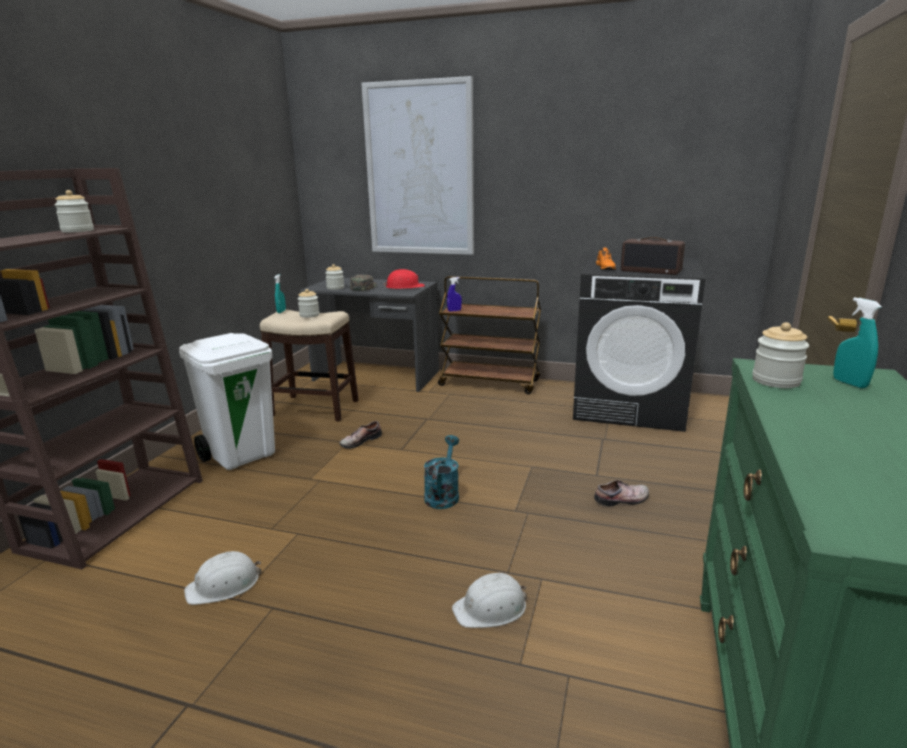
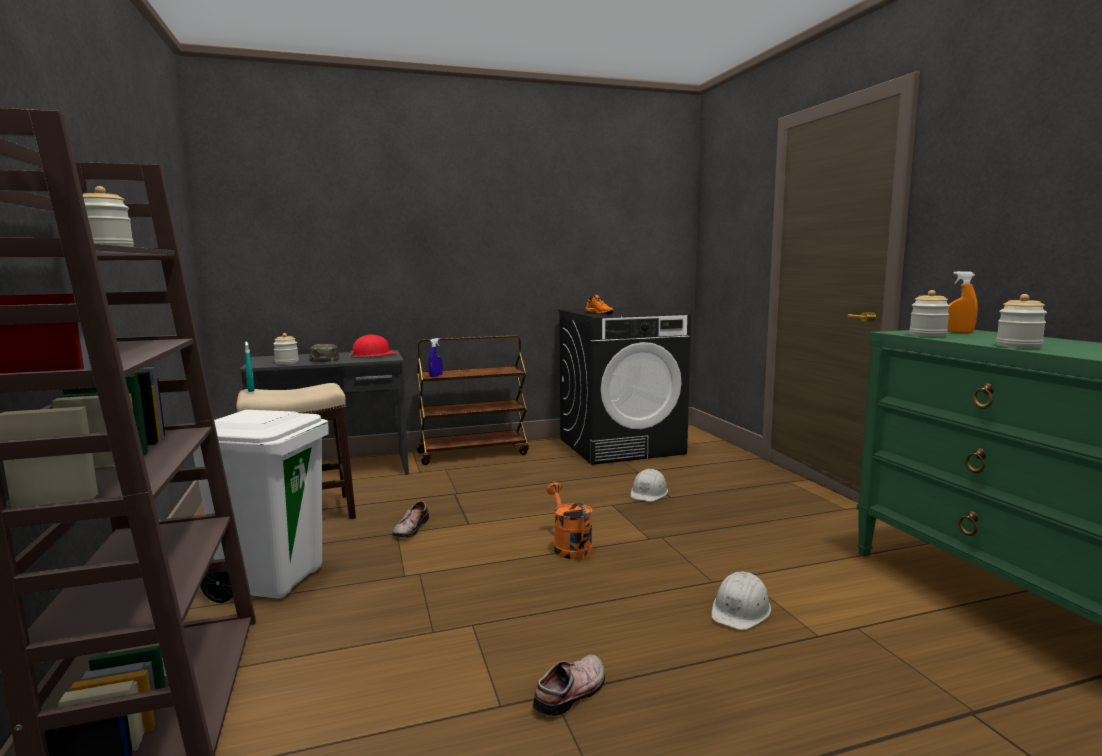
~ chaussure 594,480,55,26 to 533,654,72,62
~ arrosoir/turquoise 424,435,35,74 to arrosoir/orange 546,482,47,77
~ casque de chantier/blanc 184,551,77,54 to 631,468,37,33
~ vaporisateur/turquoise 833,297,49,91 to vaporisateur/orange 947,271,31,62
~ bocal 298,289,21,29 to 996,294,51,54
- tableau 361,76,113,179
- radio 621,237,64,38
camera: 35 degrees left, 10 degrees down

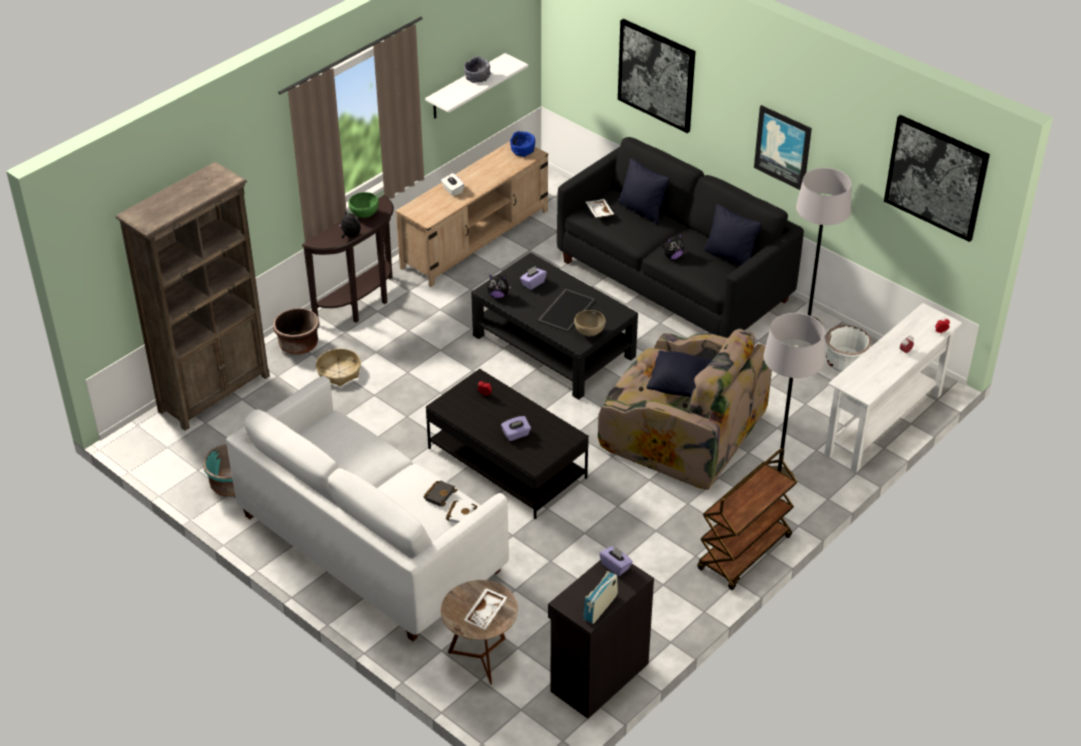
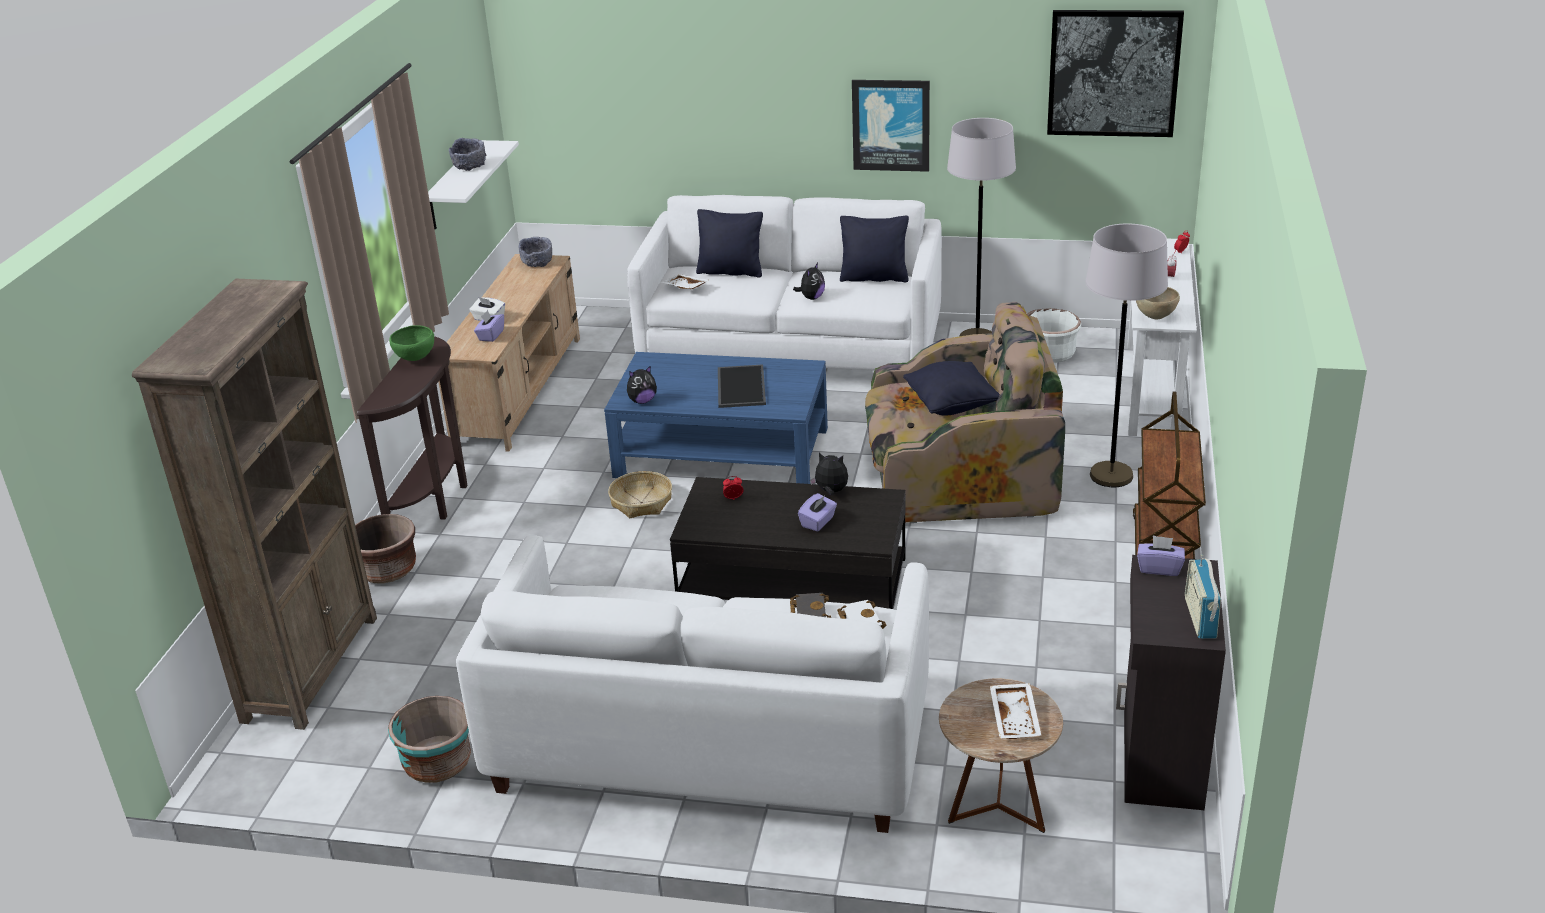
~ boîte à mouchoirs/violet 520,266,27,24 to 474,310,30,32
~ bol/bleu 510,131,25,26 to bol/gris 519,237,33,30
~ table basse/noir 471,253,167,147 to table basse/bleu 604,352,224,132
~ panier 316,348,45,38 to 608,471,64,47
~ canapé/noir 557,137,247,201 to canapé/blanc 627,195,315,175
~ peluche 338,210,23,28 to 810,452,38,44
~ bol/marron 574,310,32,26 to 1136,287,44,32
- tableau 618,19,77,114
camera: 30 degrees left, 10 degrees down

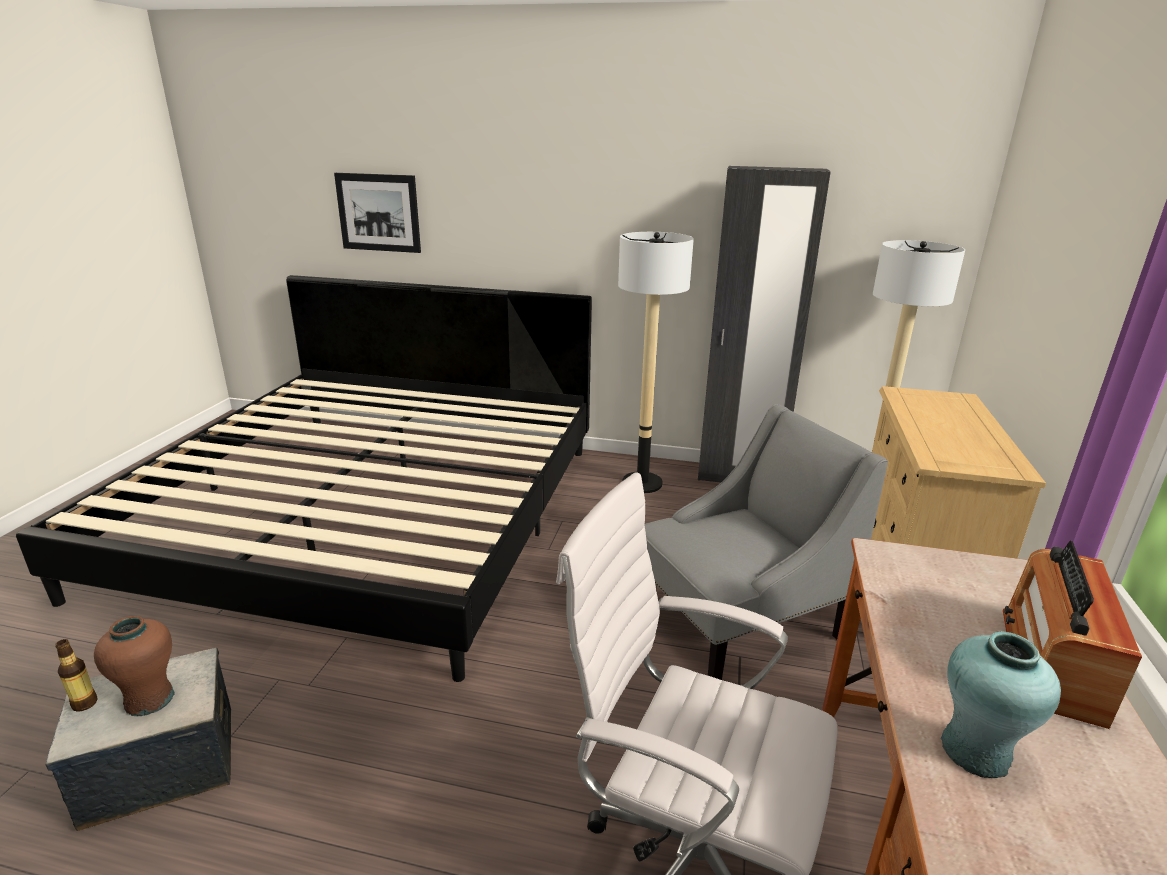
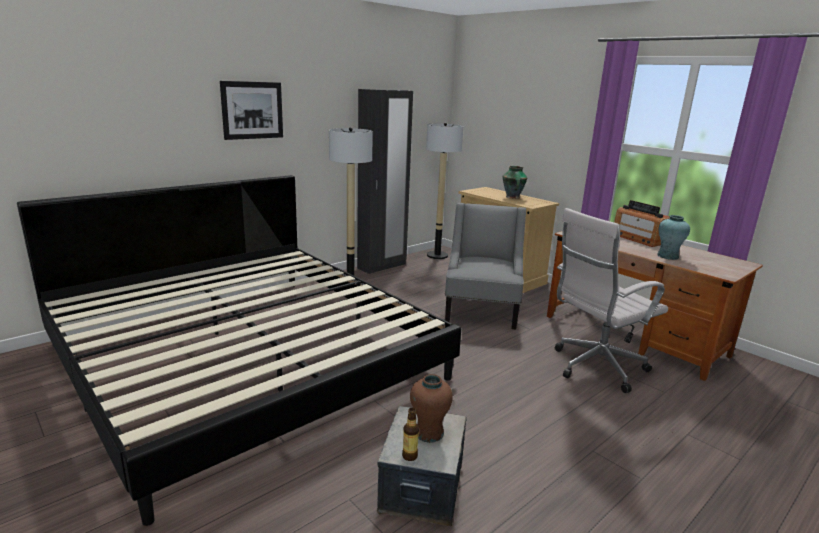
~ tableau 334,173,87,80 to 220,81,63,59
+ vase 503,166,24,33
camera: 55 degrees left, 5 degrees down

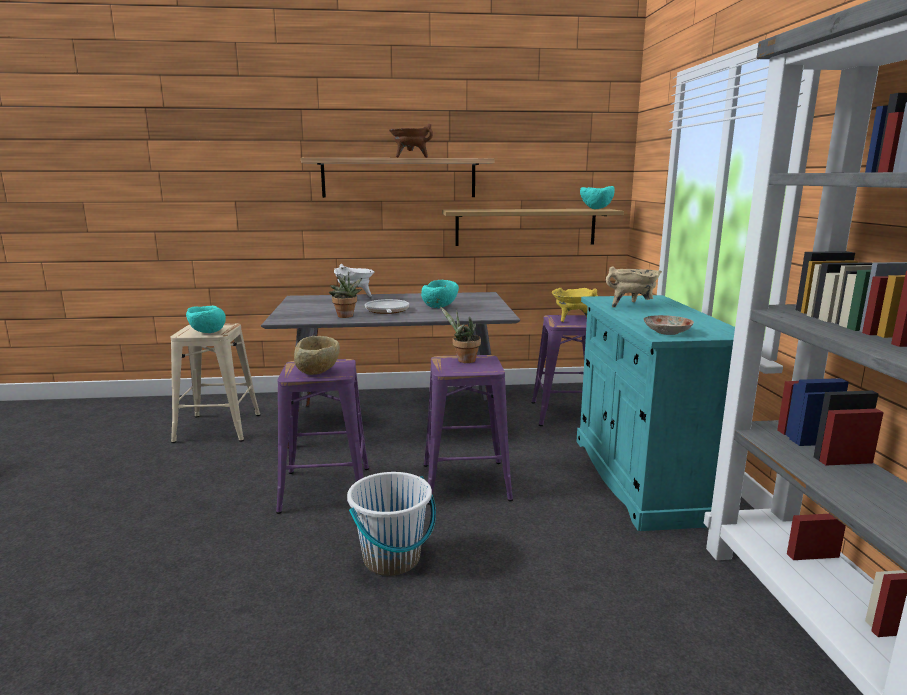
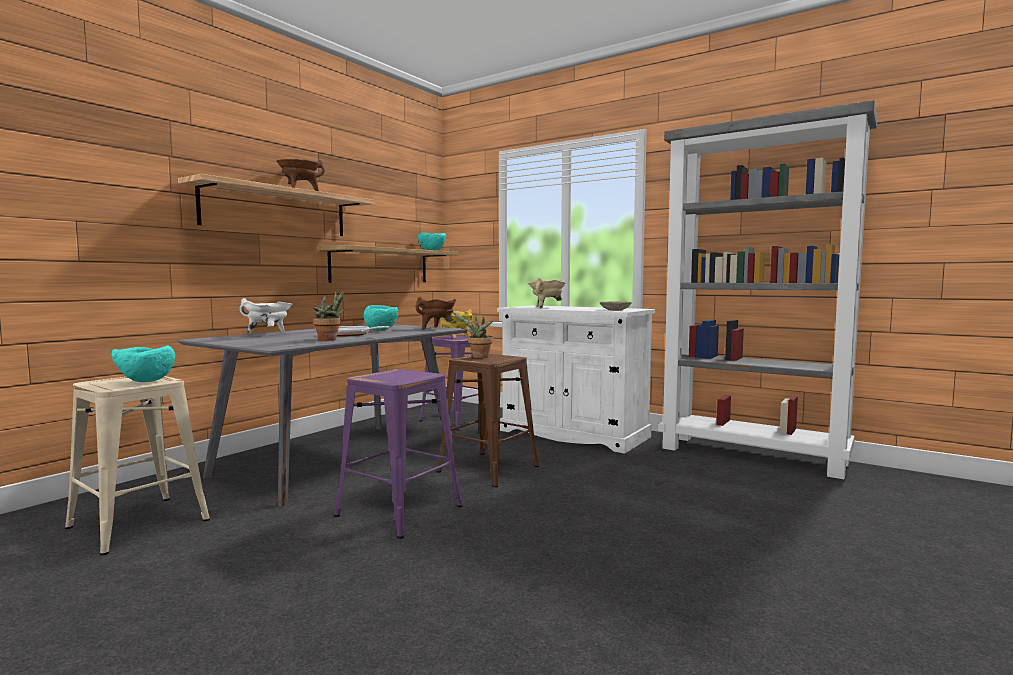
+ marmite/marron 415,297,41,33
~ tabouret/violet 424,355,89,150 to tabouret/marron 437,354,102,134
~ meuble de rangement/turquoise 576,295,159,236 to meuble de rangement/blanc 497,305,158,149
- bol/beige 294,336,46,39
- seau/blanc 347,472,89,104
camera: 50 degrees left, 10 degrees down

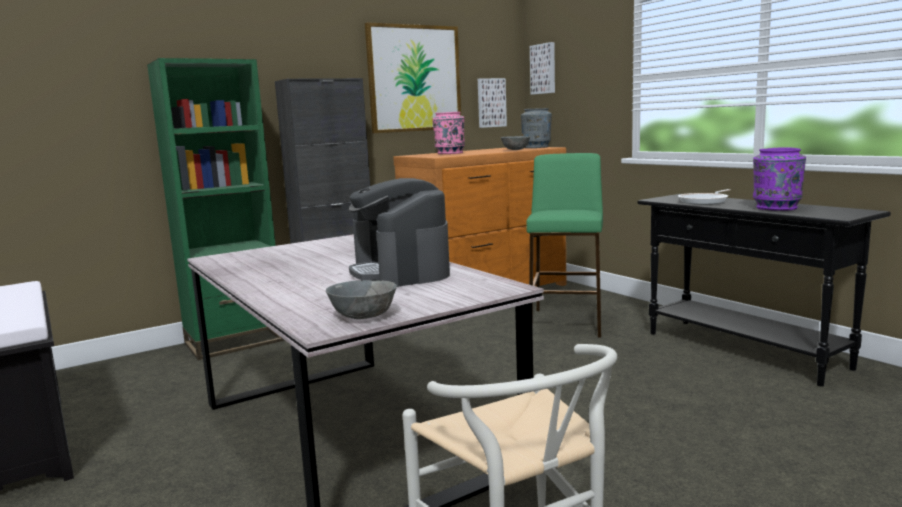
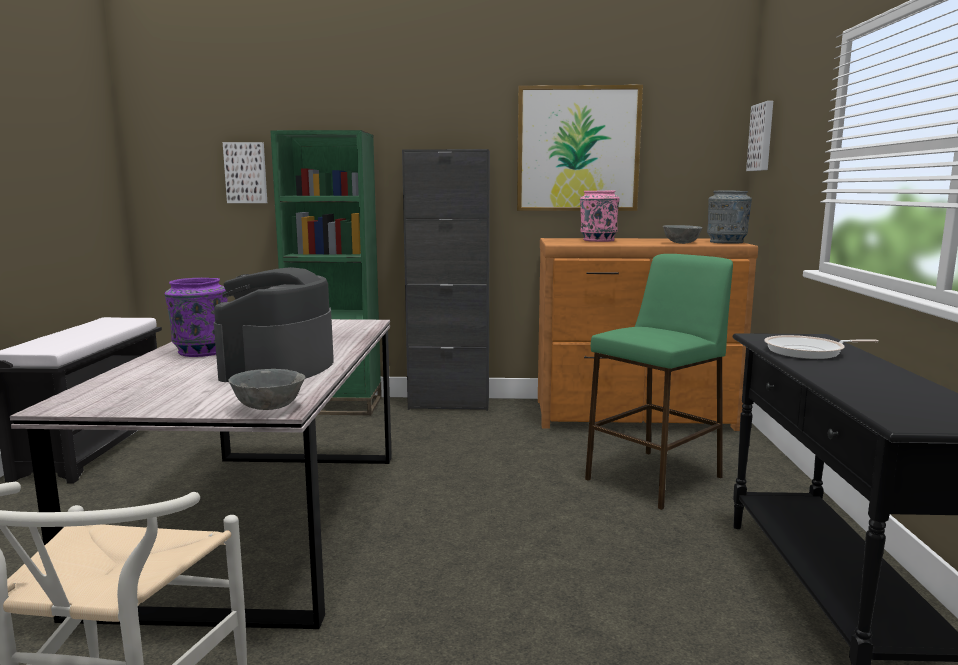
~ vase/violet 753,147,53,64 to 165,278,63,79
~ tableau 478,78,29,50 to 223,142,44,61
~ bol/gris 326,280,71,39 to 229,369,77,41
camera: 35 degrees right, 0 degrees up

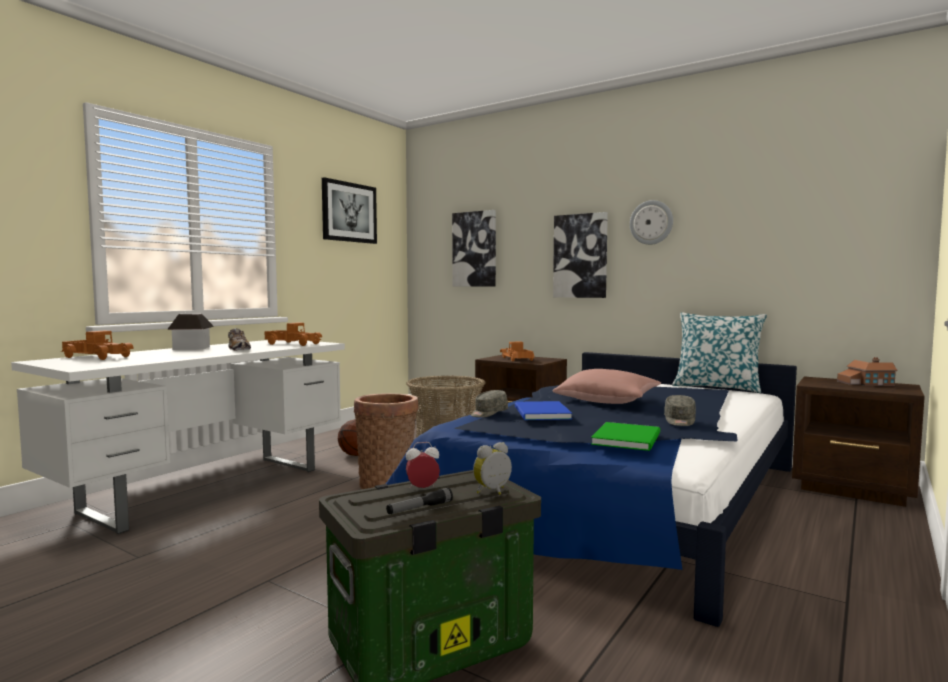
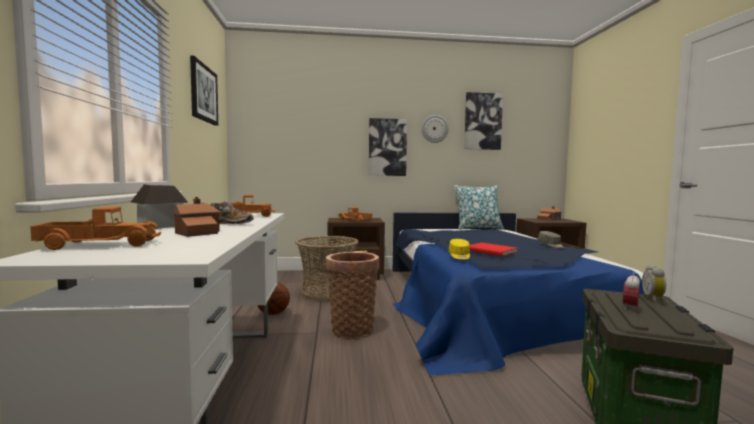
+ maison miniature 172,197,49,40
~ casquette/gris 471,390,37,27 to casquette/jaune 449,239,21,20
~ tableau 452,210,44,76 to 464,92,39,58
~ livre/bleu 515,401,57,19 to livre/rouge 470,242,47,14
- lampe de poche 386,487,67,27
- coussin/rose 552,369,109,35
- livre/vert 591,422,69,29
camera: 40 degrees left, 0 degrees up

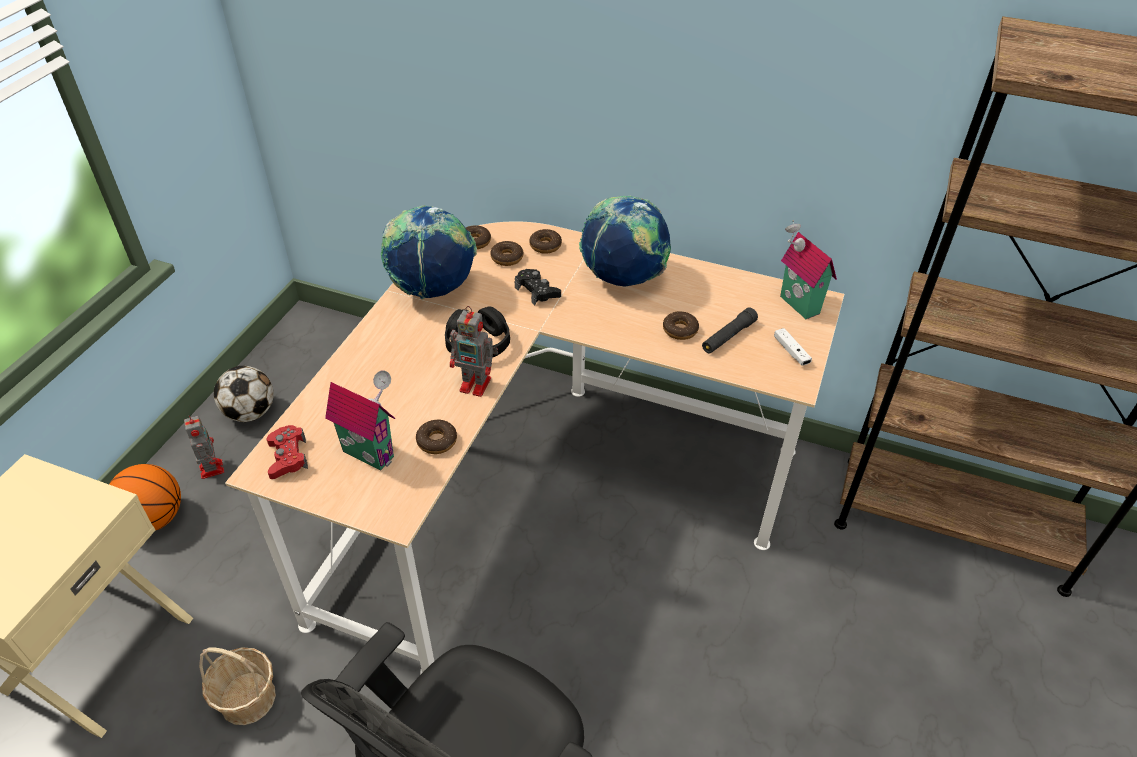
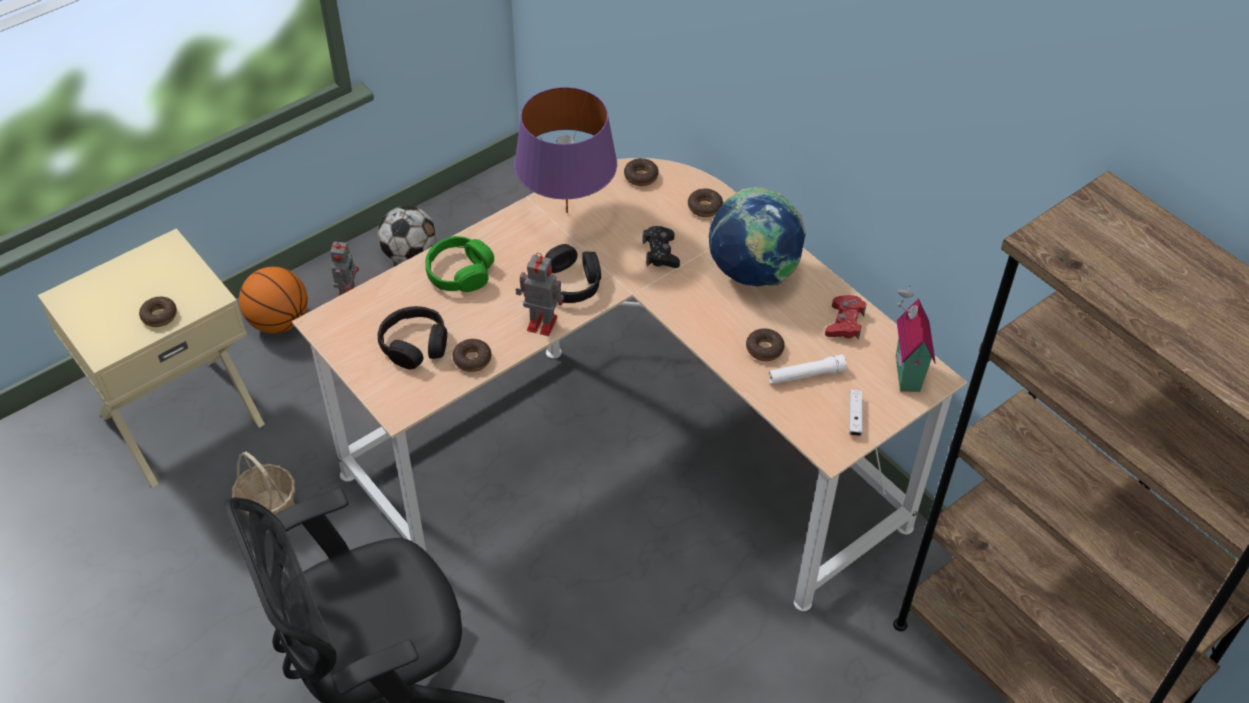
~ beignet 490,241,33,25 to 139,297,38,30
~ maison miniature 325,371,70,100 to casque audio/noir 378,306,69,63
+ casque audio/vert 425,236,69,56
~ globe 381,205,96,94 to lampe de table/violet 514,87,103,126
~ robot jouet 450,306,48,91 = 516,253,48,83 150 degrees clockwise
~ lampe de poche/noir 702,307,56,47 to lampe de poche/blanc 768,354,79,30
~ manette/rouge 266,425,42,54 to 825,295,42,45
camera: 30 degrees right, 5 degrees up

